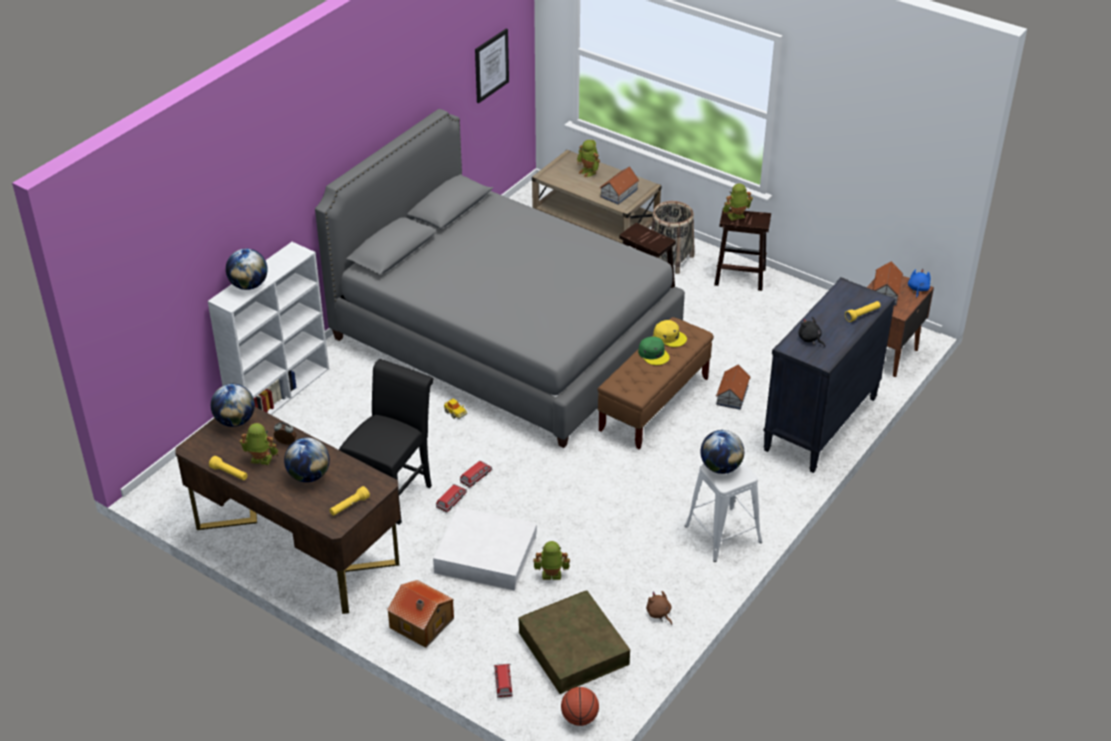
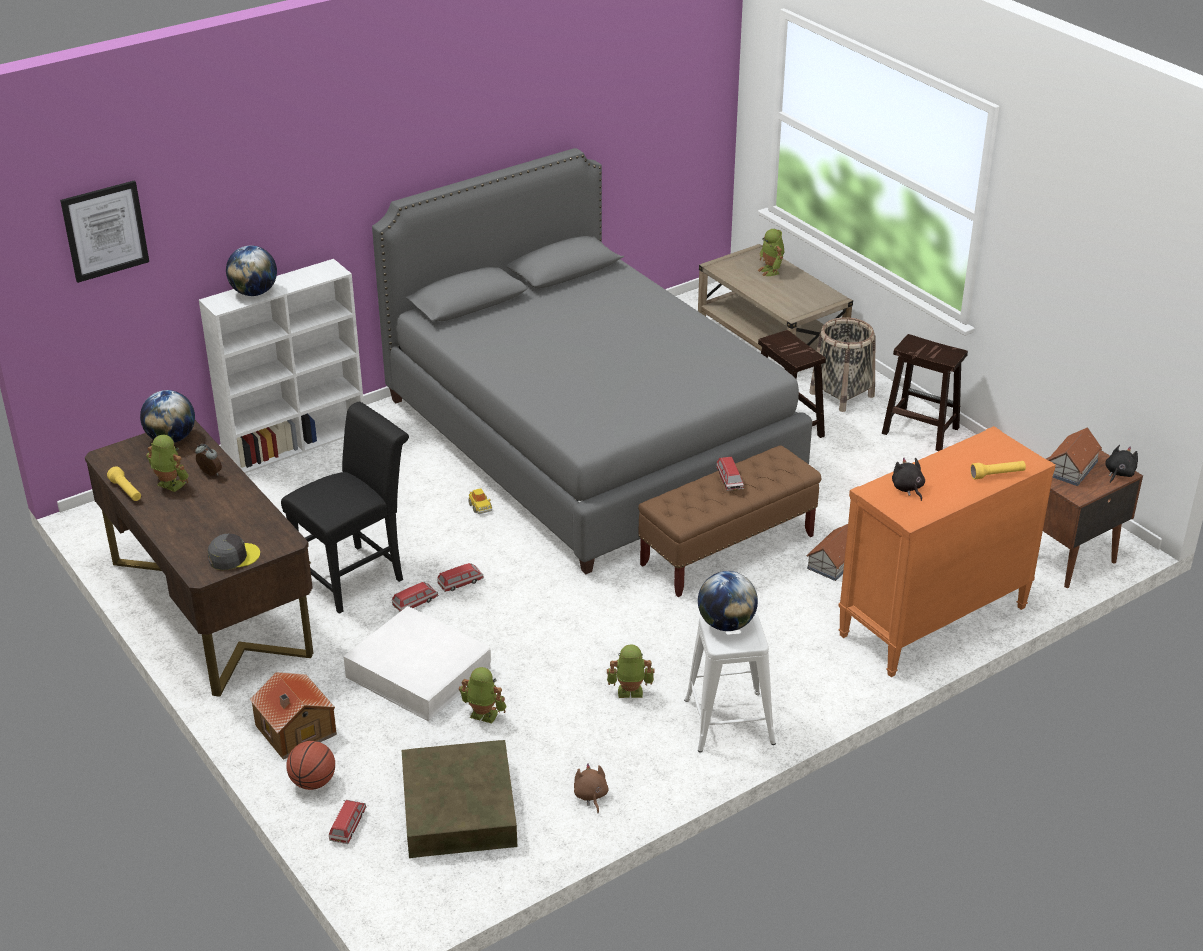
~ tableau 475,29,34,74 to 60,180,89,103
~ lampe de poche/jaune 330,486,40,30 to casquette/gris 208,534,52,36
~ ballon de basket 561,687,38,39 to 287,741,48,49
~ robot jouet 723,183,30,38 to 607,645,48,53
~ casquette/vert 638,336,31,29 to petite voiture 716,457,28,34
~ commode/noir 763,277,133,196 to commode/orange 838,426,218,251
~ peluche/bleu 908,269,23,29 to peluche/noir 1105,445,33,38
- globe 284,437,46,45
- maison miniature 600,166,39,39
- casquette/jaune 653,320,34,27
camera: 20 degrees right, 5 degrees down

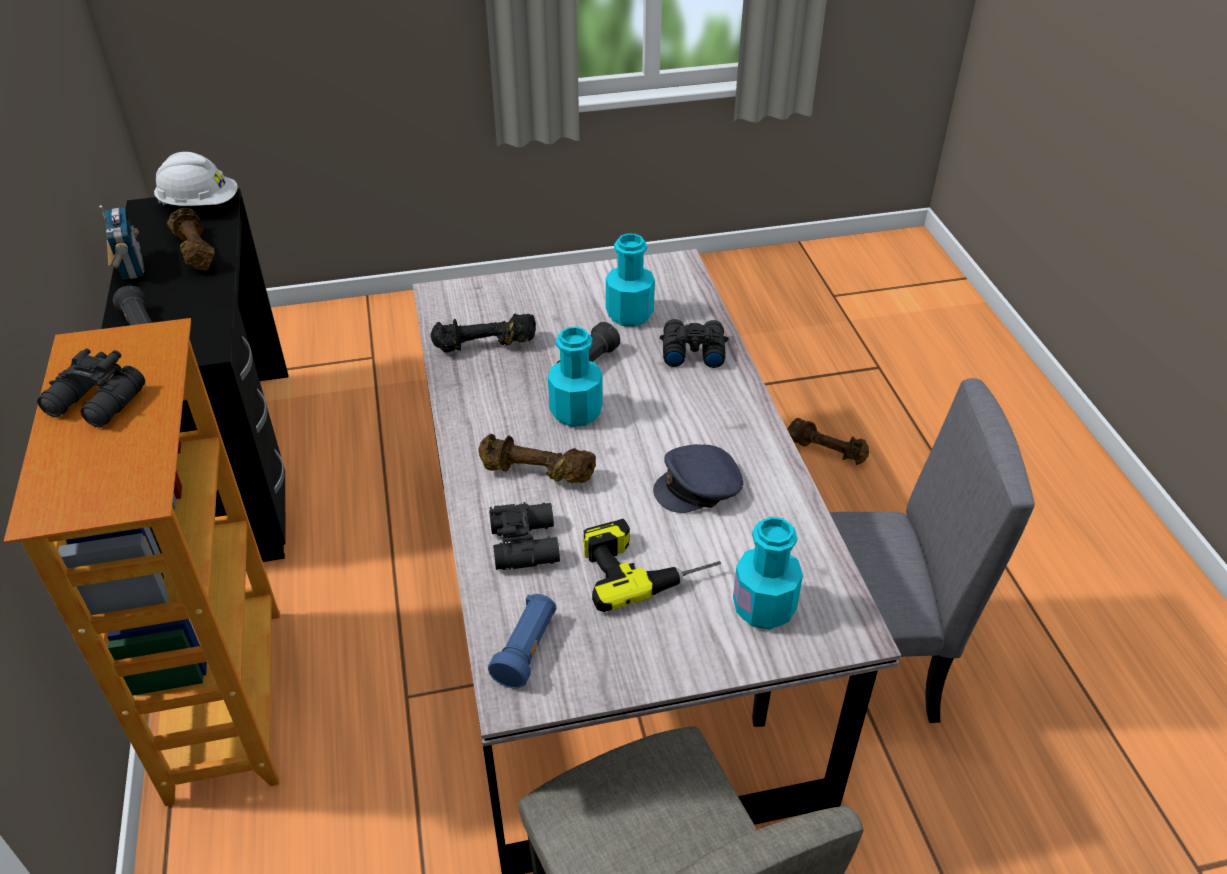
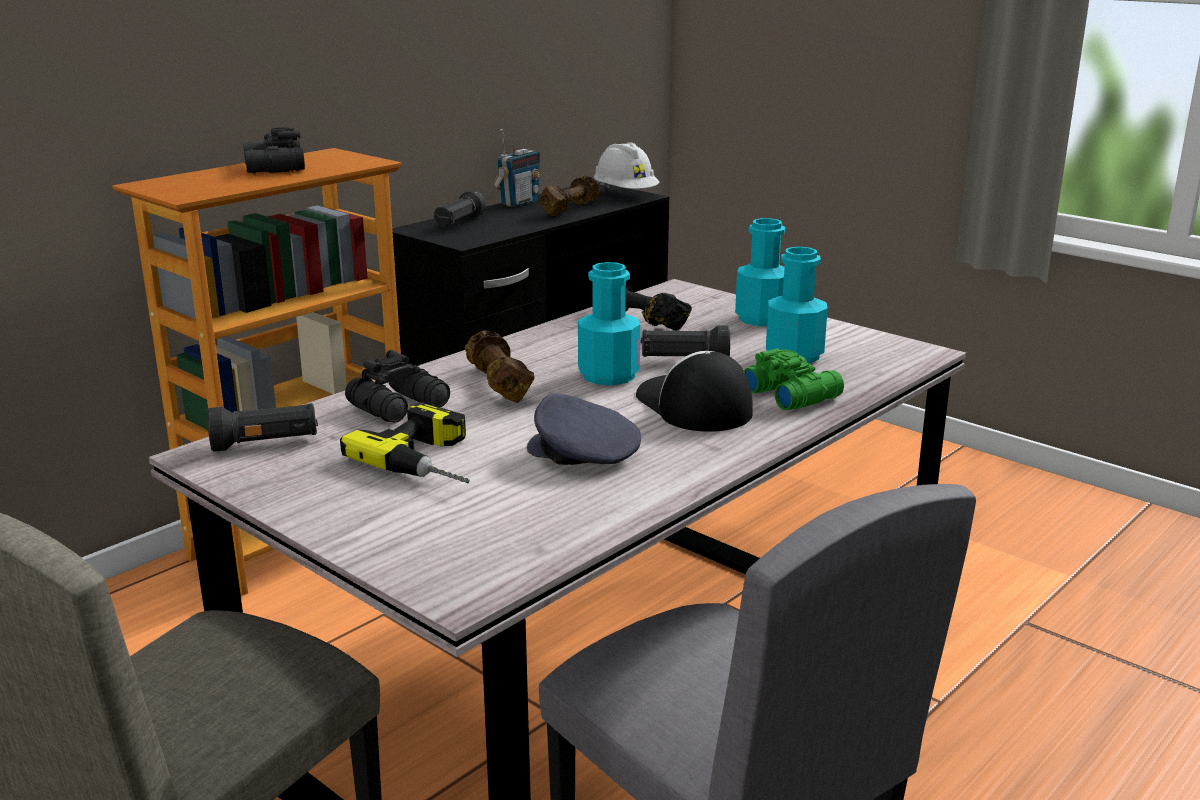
~ lampe de poche/bleu 488,594,68,95 to lampe de poche/noir 207,403,111,49
+ casquette 636,351,117,81
~ bouteille/turquoise 733,517,70,113 to 735,218,50,108
~ jumelles/noir 660,319,69,49 to jumelles/vert 744,349,100,61
- haltère/marron 787,418,82,47
camera: 55 degrees right, 20 degrees down

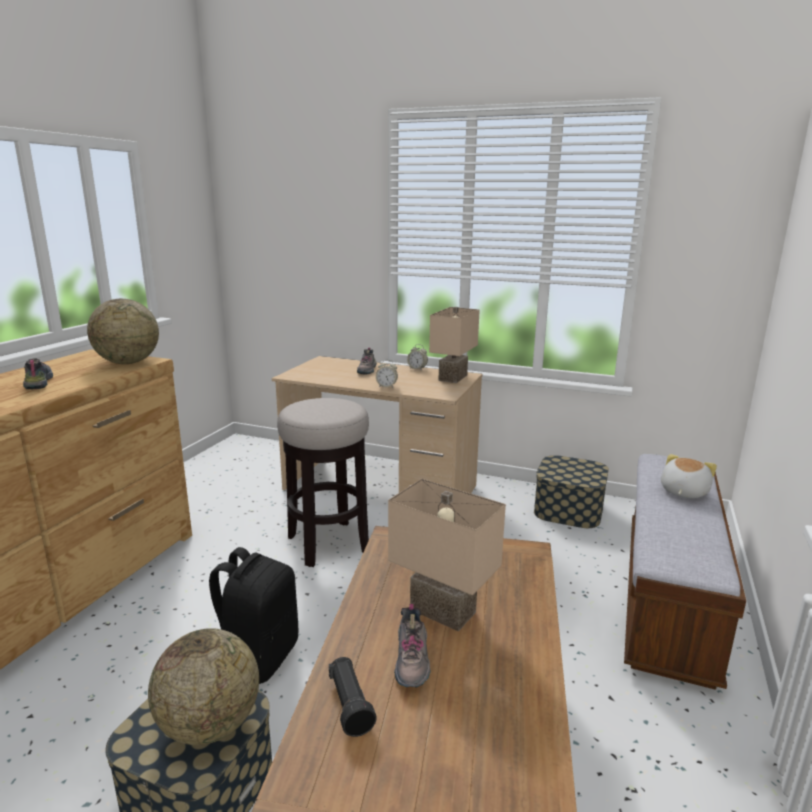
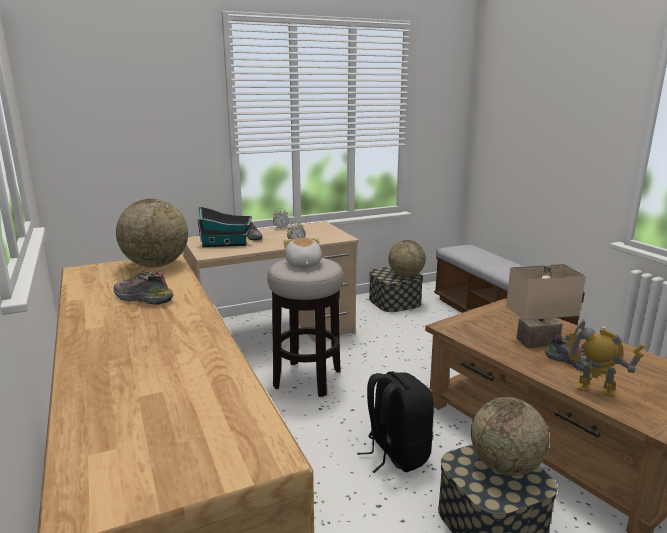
+ maison miniature 197,207,55,40
~ peluche 661,454,56,44 to 284,238,38,30
+ globe 388,240,38,37
~ lampe de poche/noir 329,657,48,80 to robot jouet 565,319,80,78
- lampe de table/beige 429,307,51,76
camera: 45 degrees left, 0 degrees up

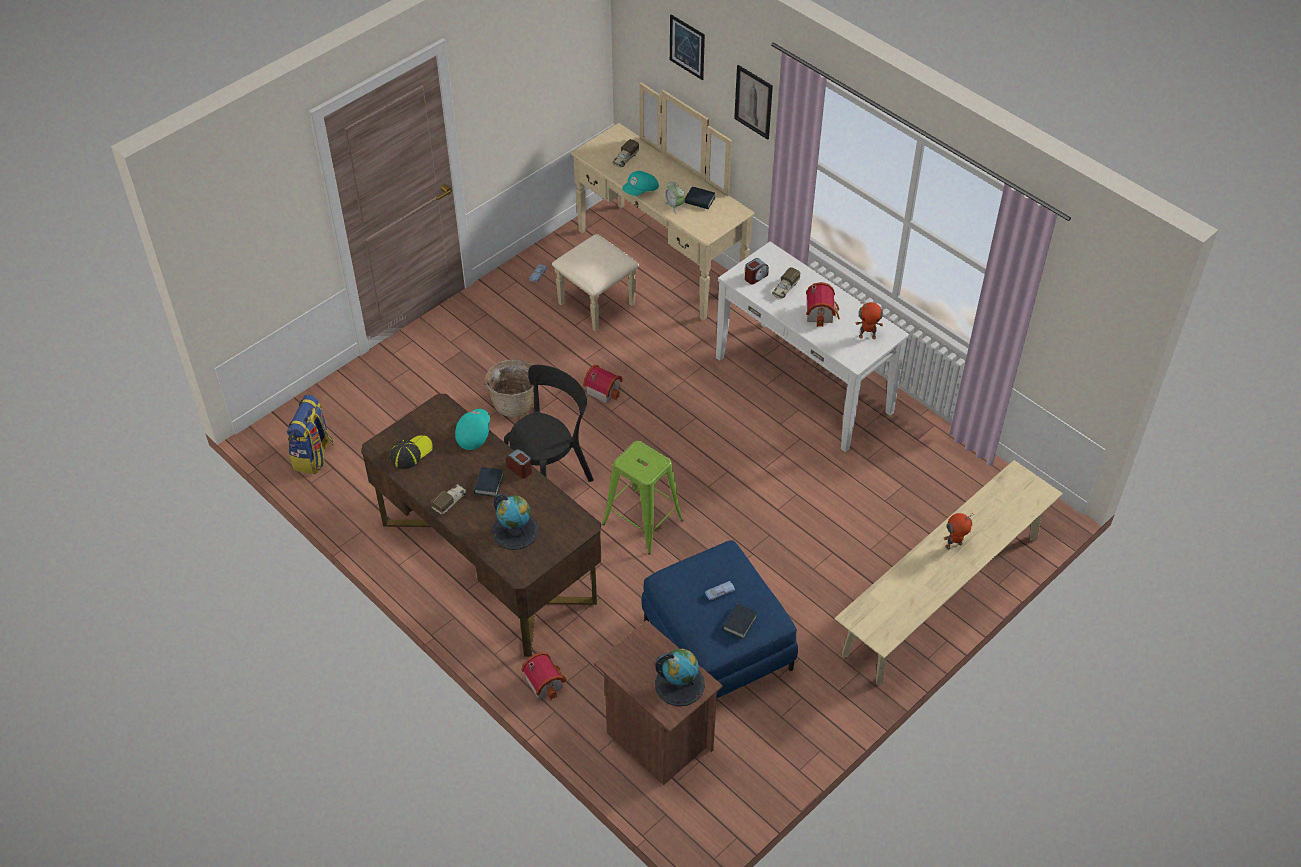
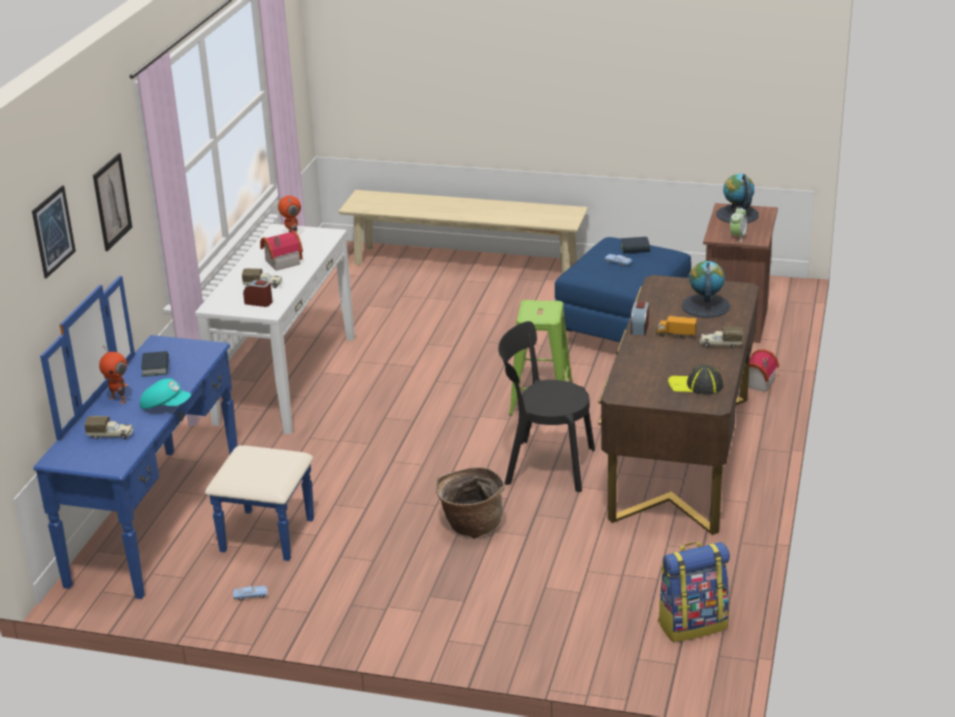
~ commode/beige 552,83,203,248 to commode/bleu 33,276,281,323
~ robot jouet 944,513,30,37 to 99,346,29,58
~ livre 474,467,30,30 to camion jouet 656,316,41,23
~ réveil 665,181,19,32 to 730,206,17,36
- casquette/turquoise 455,409,35,41
- maison miniature 583,365,40,39
camera: 120 degrees left, 20 degrees down

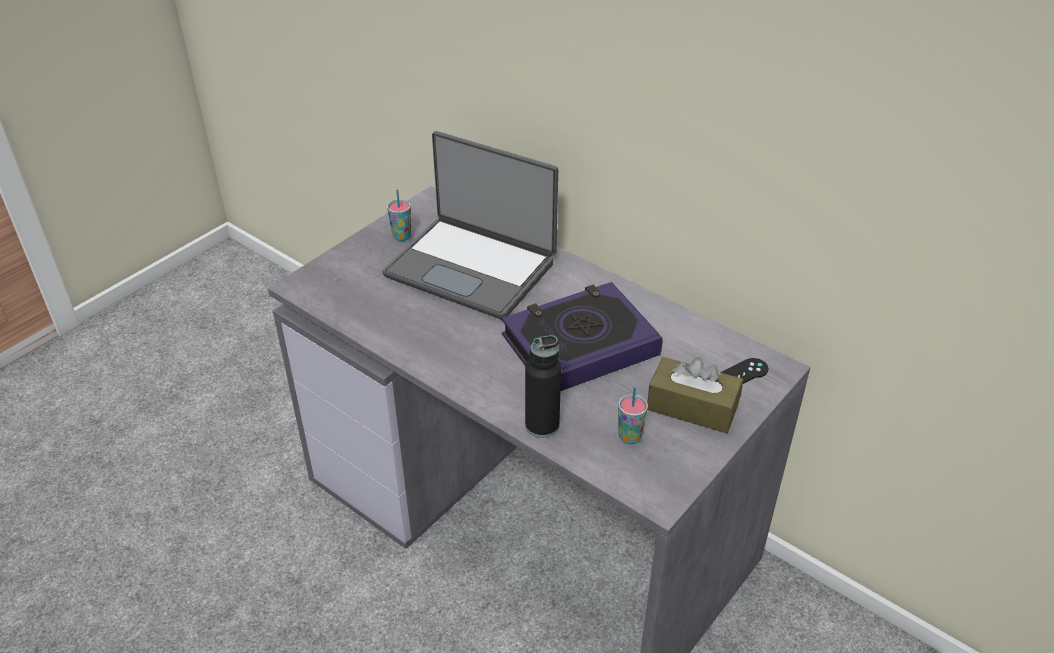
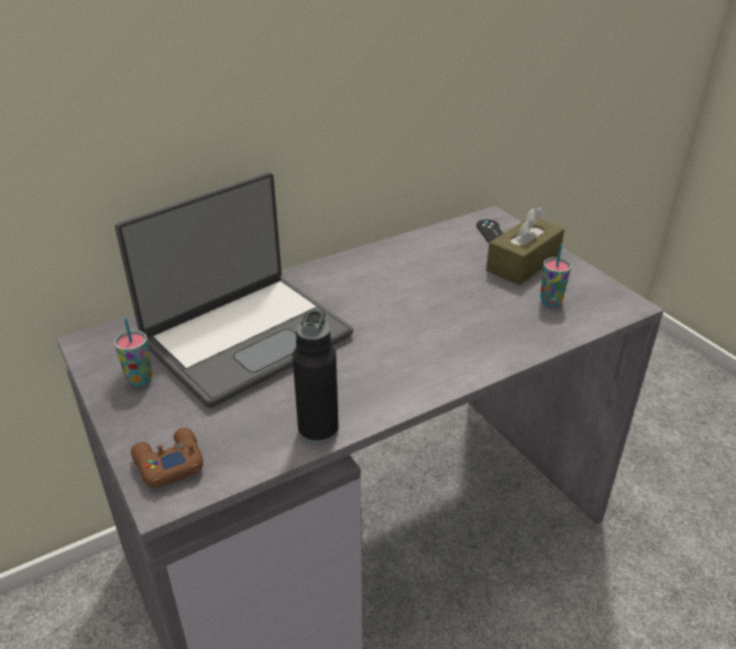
+ manette/marron 131,428,72,60
~ bouteille/noir 525,335,36,103 to 292,310,47,134
- livre 501,282,162,109
camera: 70 degrees left, 5 degrees down

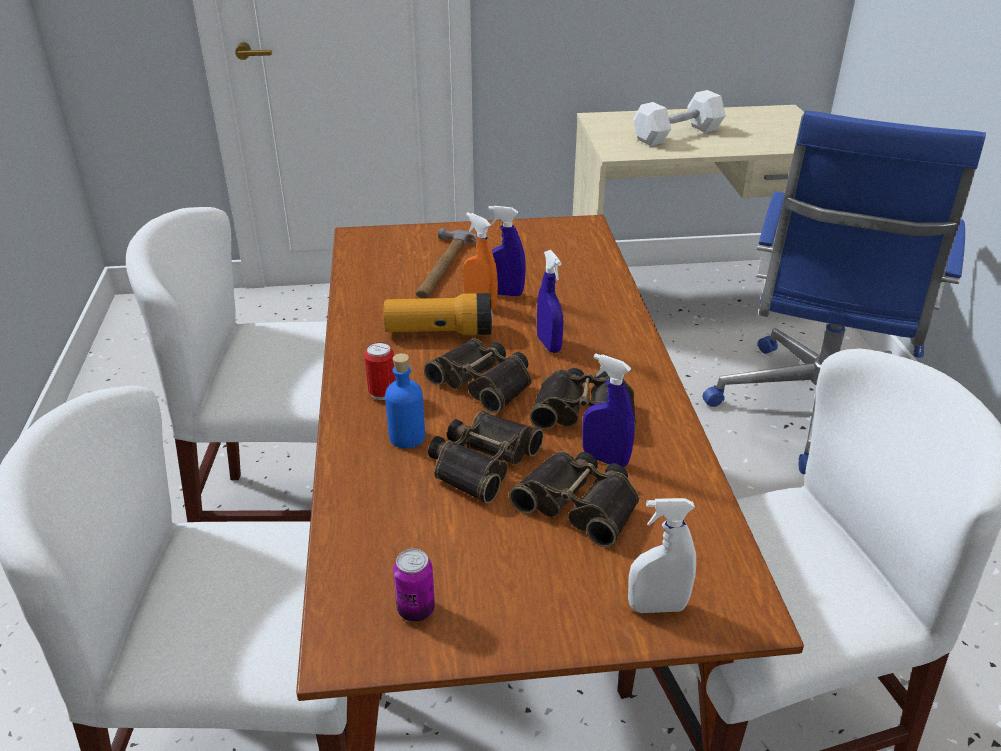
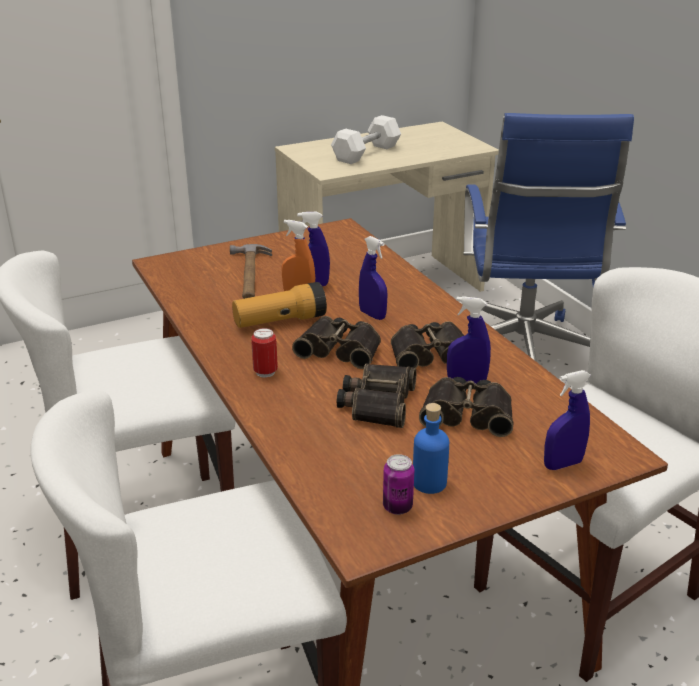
~ bouteille/bleu 385,353,40,96 to 413,403,36,91
~ vaporisateur/blanc 628,498,68,115 to vaporisateur/bleu 544,370,47,100
camera: 20 degrees left, 5 degrees down

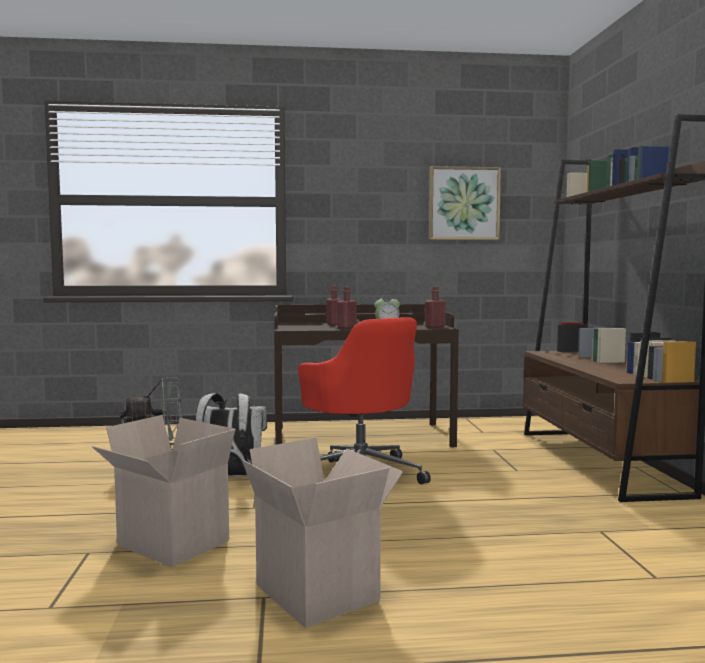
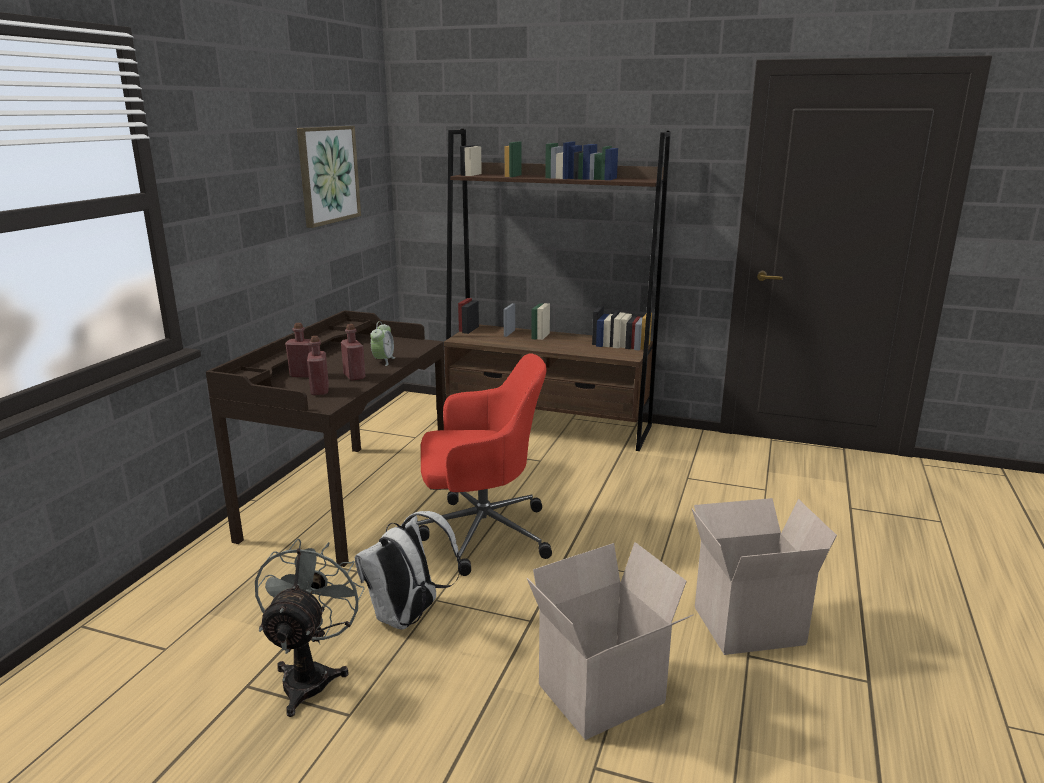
~ bouteille/rouge 425,287,21,41 to 307,336,22,59
camera: 65 degrees left, 15 degrees up

